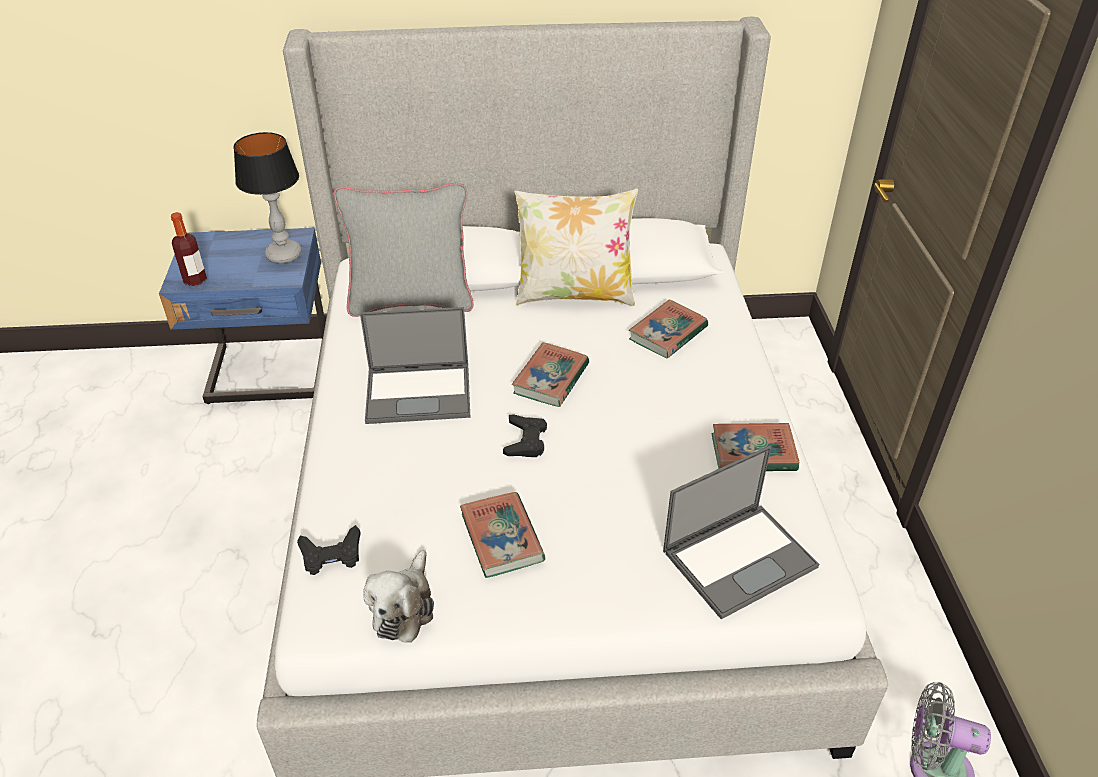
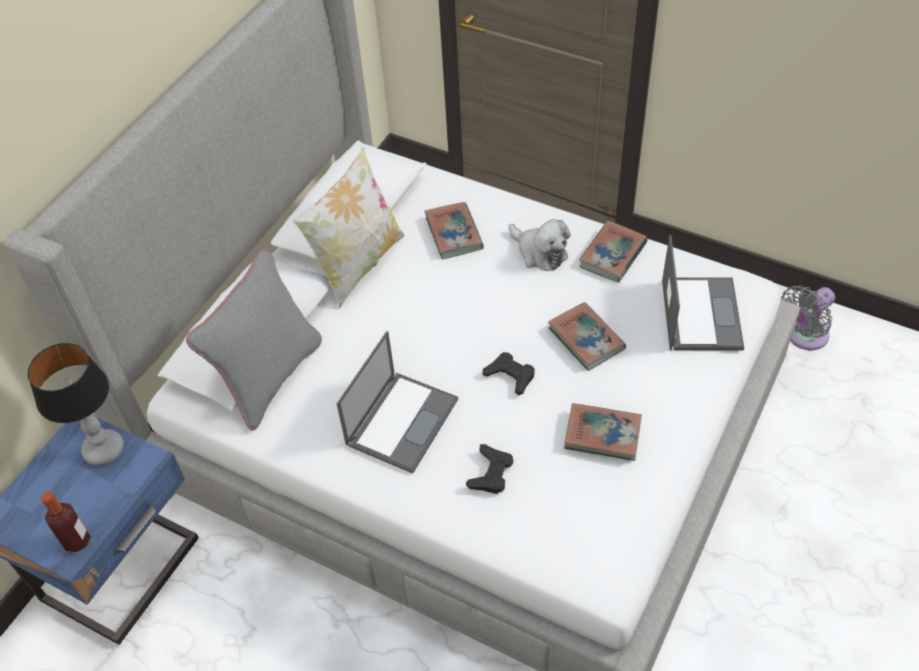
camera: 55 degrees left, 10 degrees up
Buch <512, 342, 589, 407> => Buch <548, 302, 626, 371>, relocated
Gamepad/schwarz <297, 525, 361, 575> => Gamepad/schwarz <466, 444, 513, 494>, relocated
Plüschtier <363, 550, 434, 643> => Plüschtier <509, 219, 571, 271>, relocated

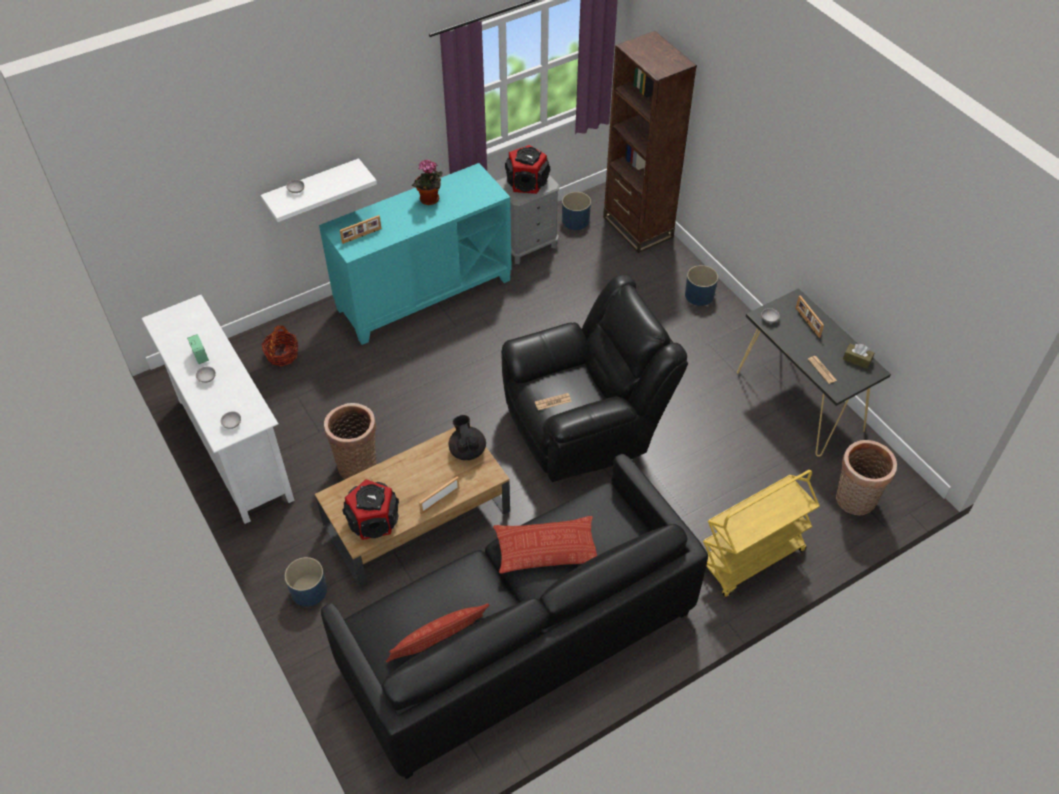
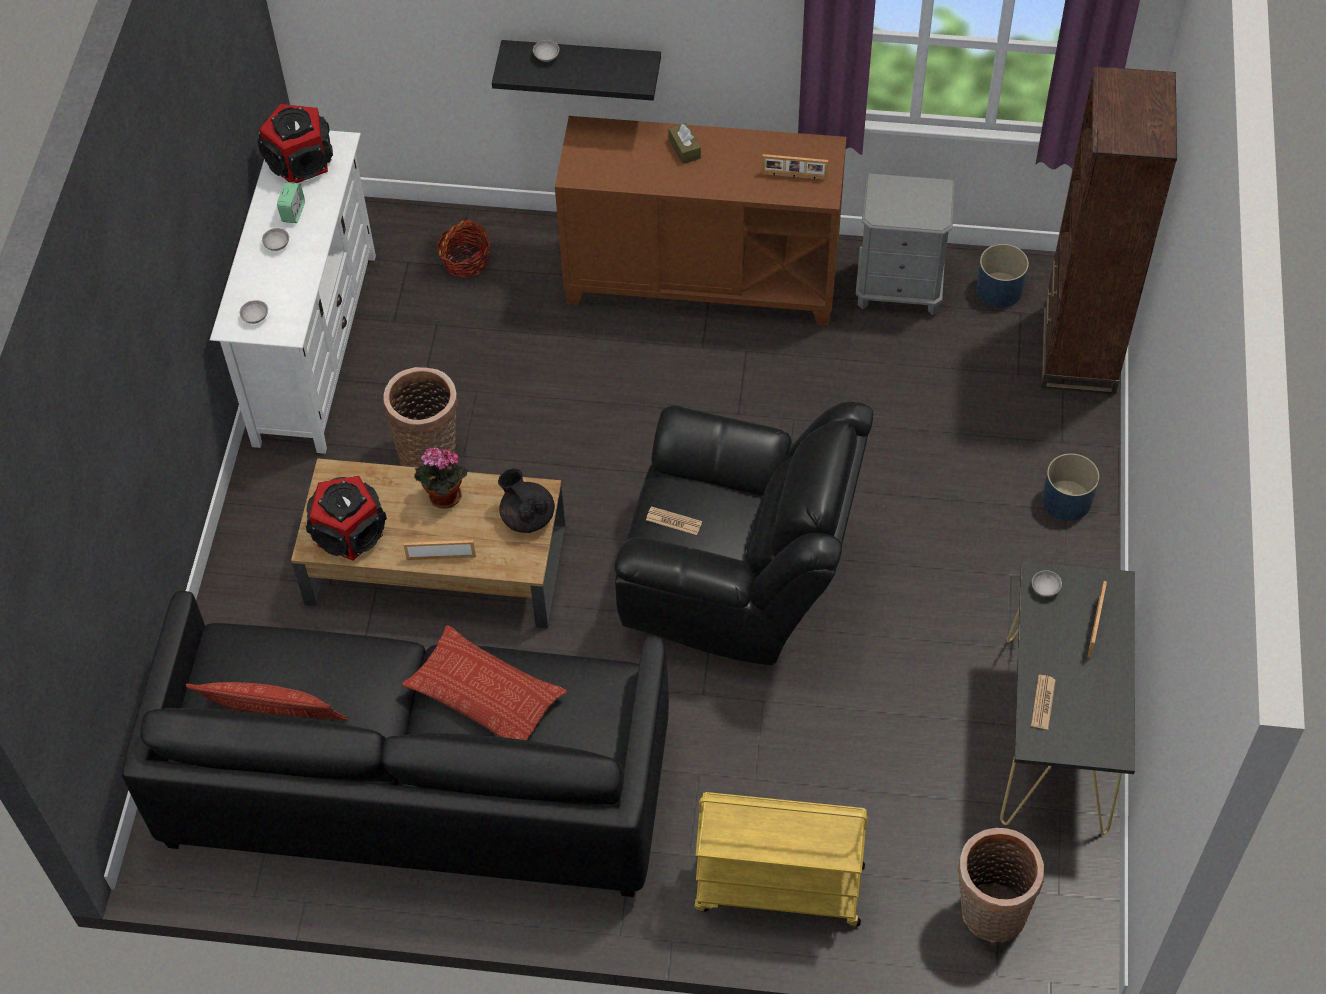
camera: 40 degrees right, 5 degrees up
Lautsprecher <505, 145, 550, 194> => Lautsprecher <258, 104, 333, 183>, relocated
Wandregal/weiß <261, 158, 377, 222> => Wandregal/schwarz <492, 40, 661, 101>
Topfpflanze <412, 159, 443, 205> => Topfpflanze <414, 448, 468, 509>, relocated
Schrank/türkis <319, 163, 512, 345> => Schrank/braun <555, 116, 847, 326>
Bilderrahmen <340, 215, 382, 244> => Bilderrahmen <762, 154, 828, 180>, relocated
Taschentuchbox/braun <843, 344, 874, 369> => Taschentuchbox/braun <669, 123, 701, 164>, relocated
Teekanne/schwarz <448, 415, 486, 460> => Teekanne/schwarz <498, 468, 555, 533>, 60 degrees counterclockwise
Pflanzkübel/blau <285, 557, 327, 607> => nothing

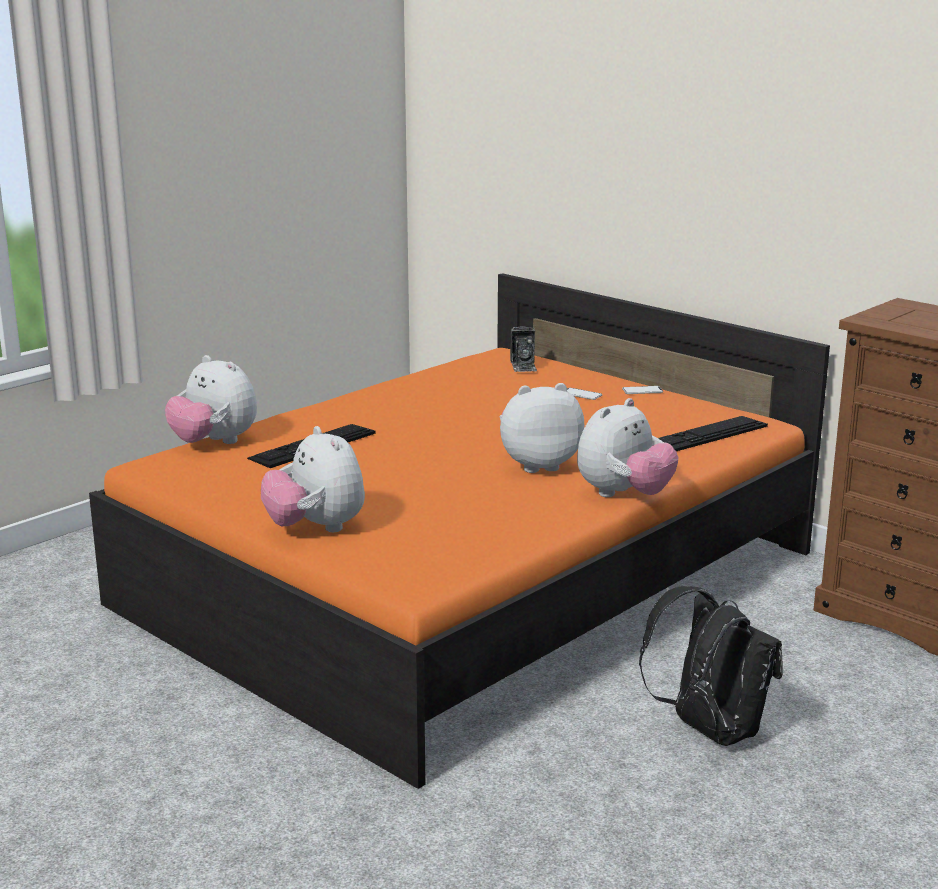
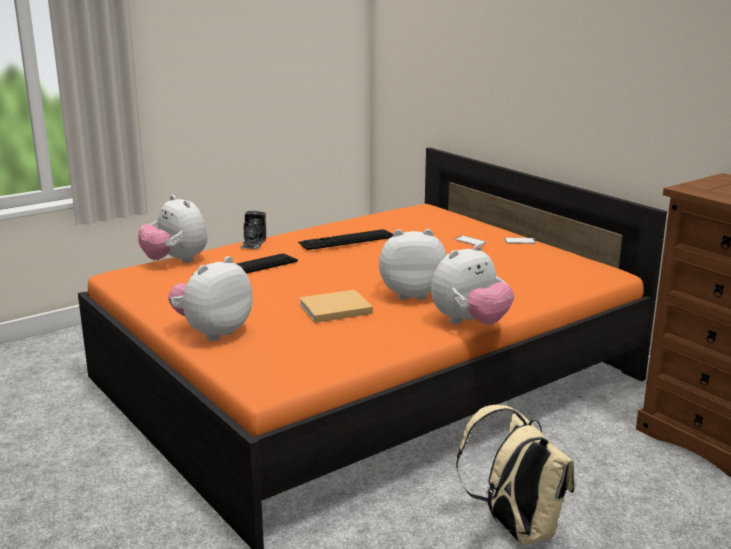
camera: 10 degrees right, 0 degrees up
Kamera <510, 326, 537, 372> => Kamera <240, 211, 266, 249>, relocated
Tastatur <658, 416, 768, 451> => Tastatur <298, 229, 393, 250>, relocated
Plüschtier <261, 426, 365, 532> => Plüschtier <168, 256, 253, 341>, 60 degrees clockwise
Rucksack/schwarz <639, 586, 782, 746> => Rucksack/beige <456, 405, 575, 545>
nothing => Buch/beige <299, 289, 373, 323>

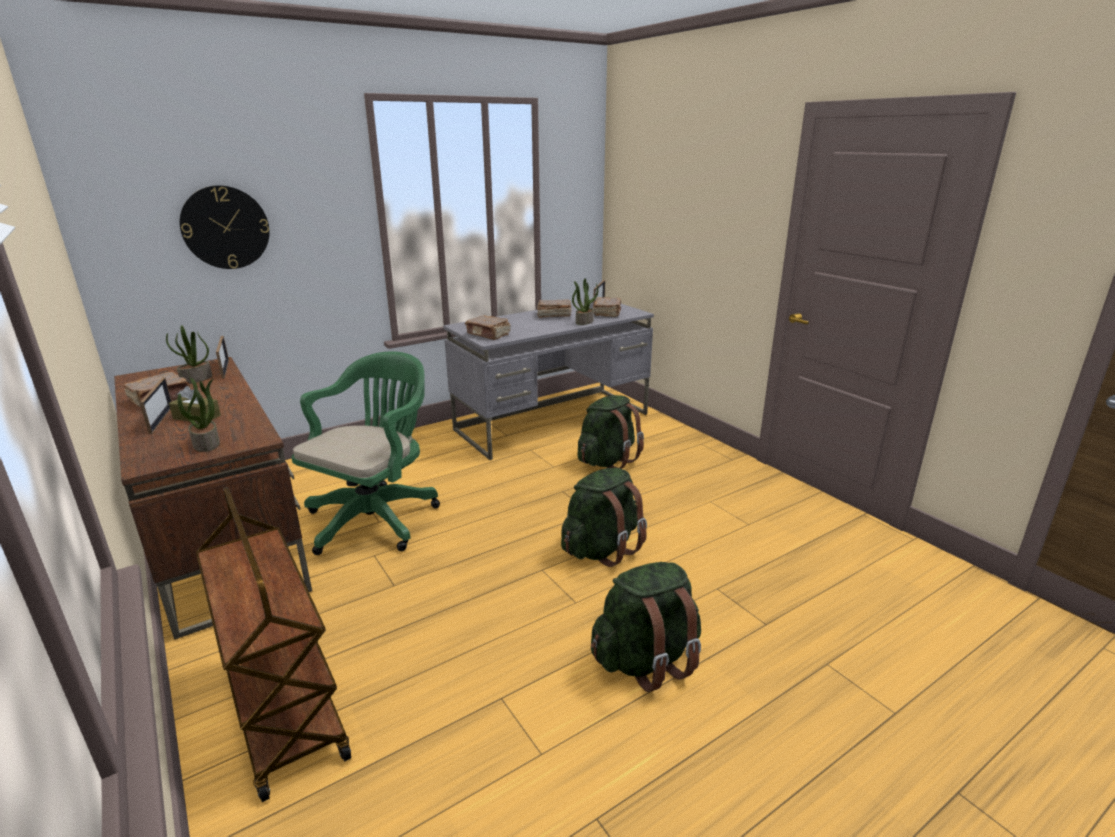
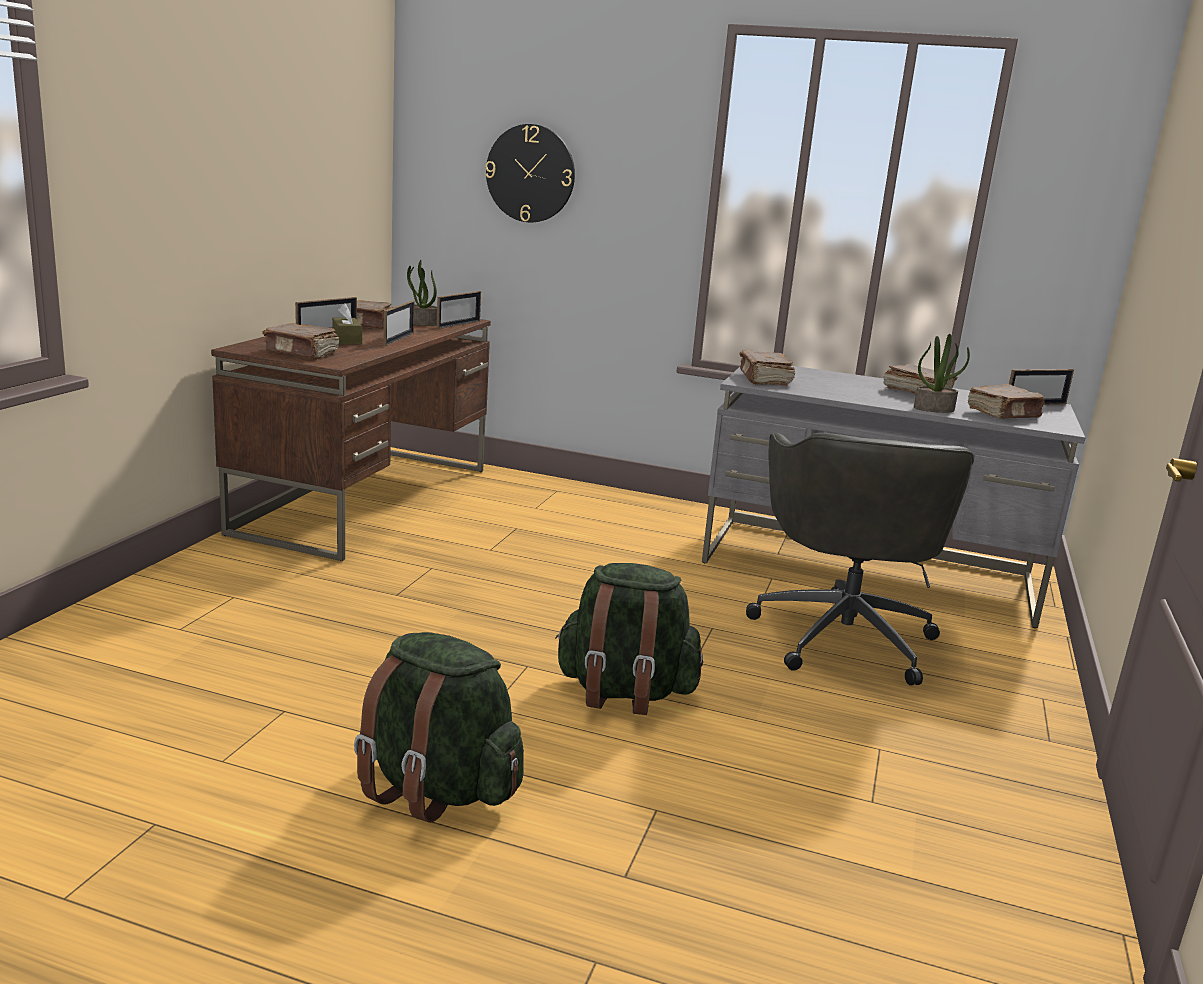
camera: 50 degrees right, 5 degrees down
Bürostuhl/grün <291, 351, 440, 555> => nothing
Topfpflanze <177, 378, 220, 452> => Buch/braun <262, 323, 339, 360>
Rucksack/grün <578, 395, 644, 469> => Bürostuhl/grau <746, 433, 974, 685>
Rollwagen/braun <196, 487, 351, 802> => nothing
nothing => Bilderrahmen <383, 301, 415, 346>

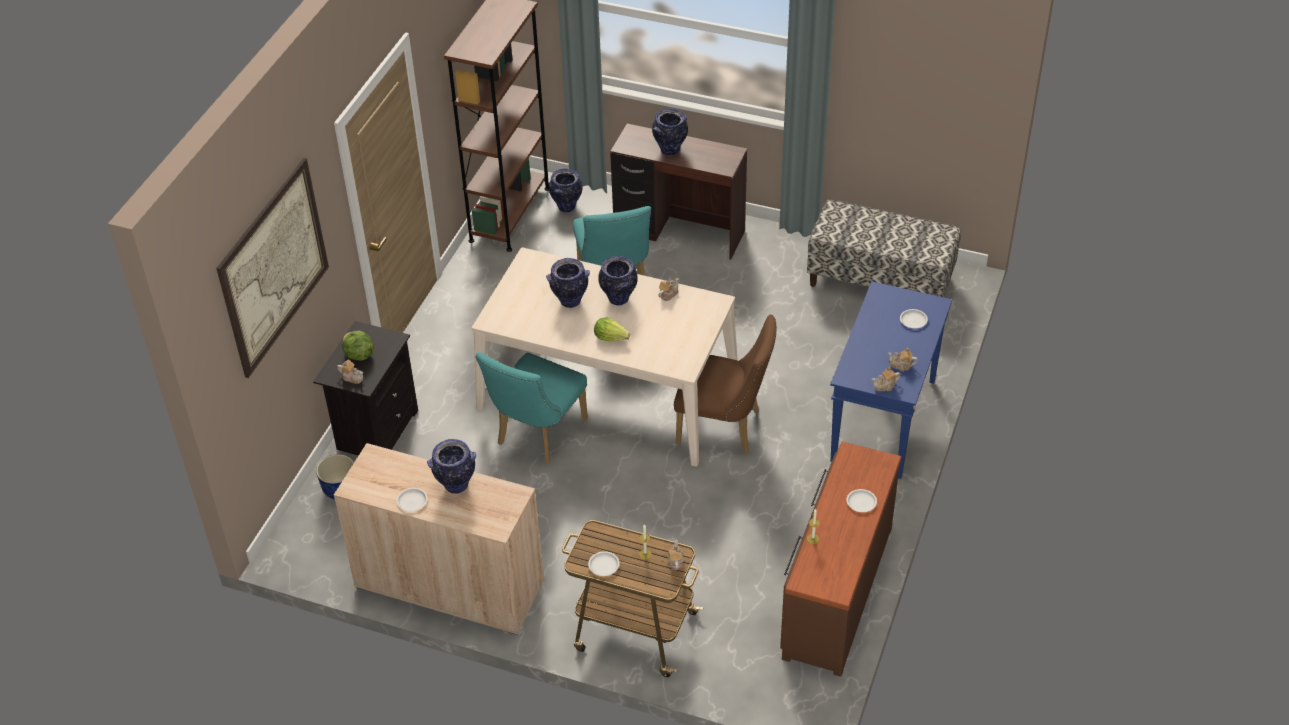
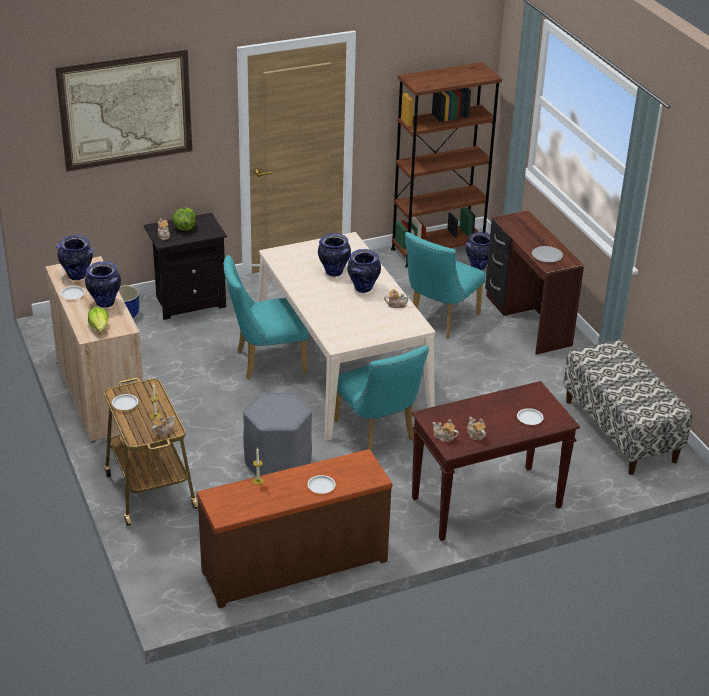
camera: 45 degrees right, 10 degrees down
Vase <652, 108, 688, 156> => Vase <56, 235, 94, 280>, relocated
Konsolentisch/blau <830, 281, 952, 479> => Konsolentisch/braun <412, 381, 580, 541>
Stuhl/braun <674, 314, 777, 453> => Stuhl/türkis <334, 345, 429, 452>
Salatkopf <594, 317, 630, 341> => Salatkopf <88, 307, 109, 332>, relocated
nothing => Teller <532, 246, 563, 263>
nothing => Hocker/grau <243, 392, 312, 477>

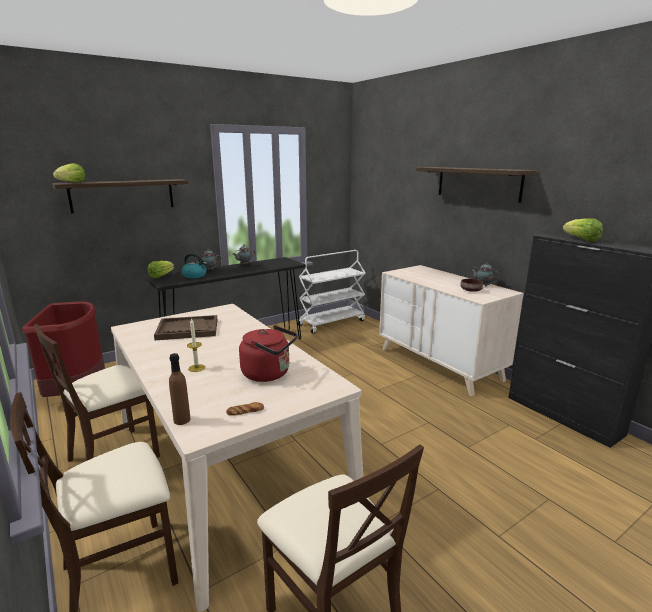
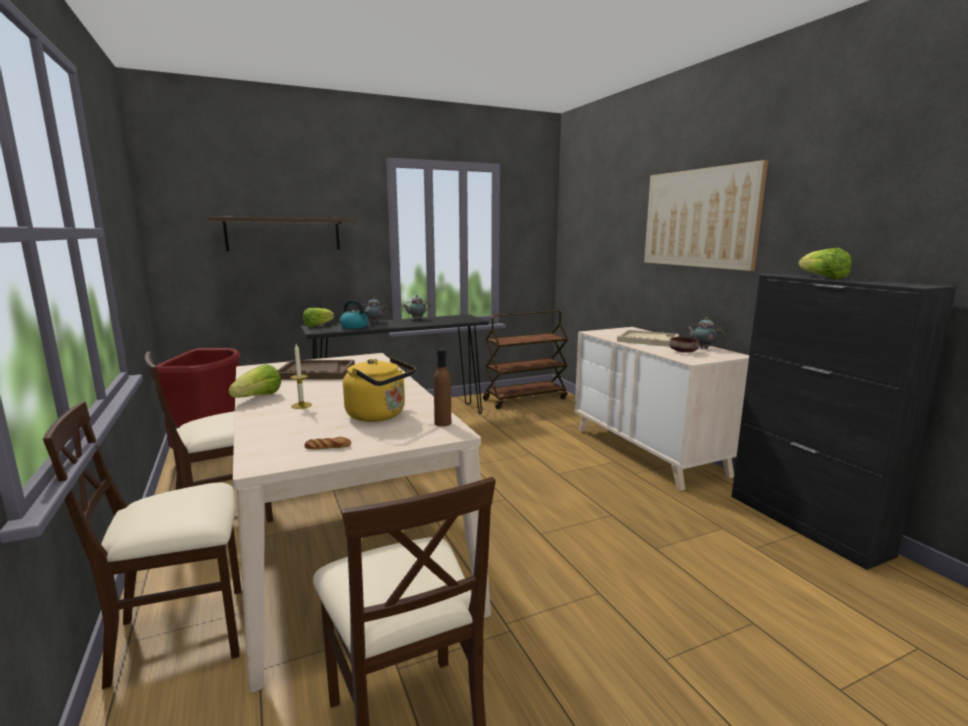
camera: 10 degrees right, 5 degrees down
Salatkopf <53, 163, 85, 183> => Salatkopf <228, 364, 281, 398>, relocated
Wandregal <416, 167, 537, 203> => Bild <644, 160, 768, 271>
Rollwagen/weiß <298, 250, 366, 334> => Rollwagen/braun <483, 310, 569, 409>
Wasserkessel/rot <239, 325, 298, 382> => Wasserkessel/gelb <343, 357, 416, 422>
Flasche/braun <169, 353, 190, 425> => Flasche/braun <434, 349, 451, 426>, relocated
nothing => Tablett/beige <617, 330, 679, 347>

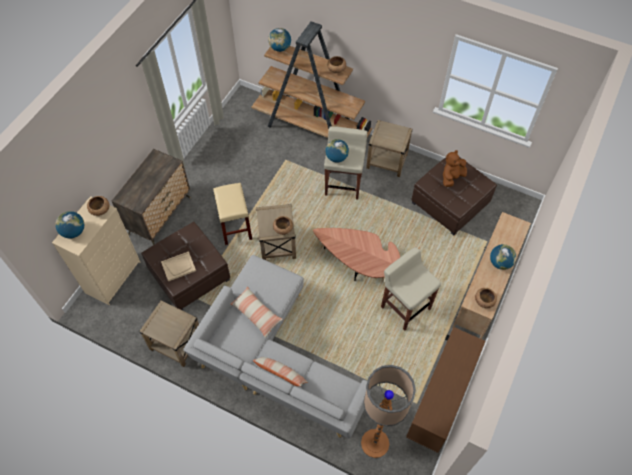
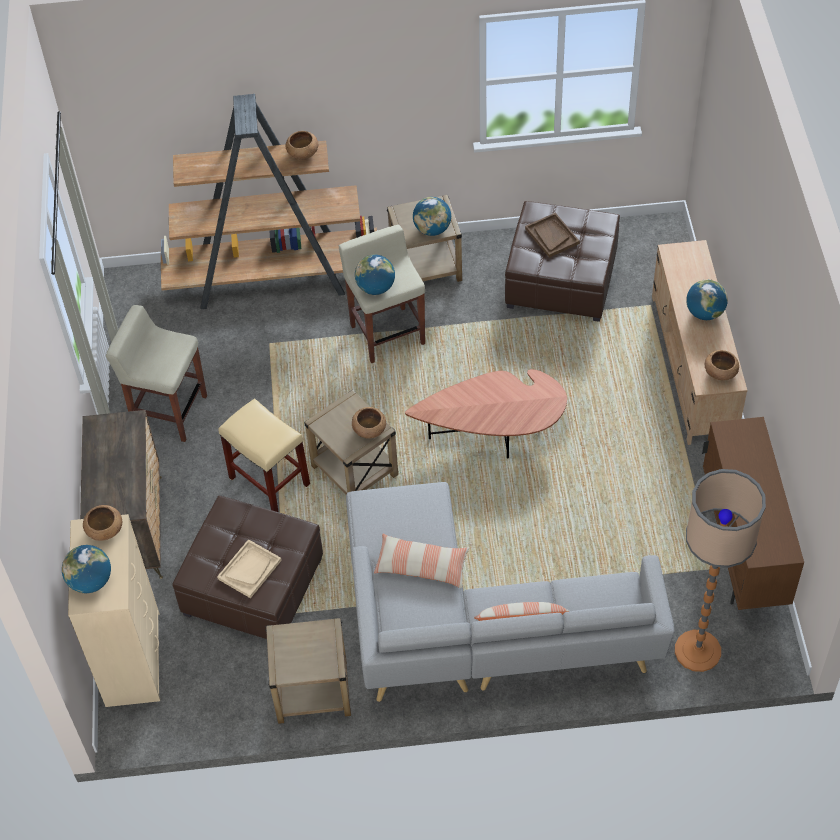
camera: 30 degrees left, 5 degrees down
Globus <268, 28, 291, 52> => Globus <413, 197, 451, 236>, relocated
Plüschtier/braun <443, 150, 467, 187> => Tablett/braun <525, 213, 580, 258>
Hocker/beige <381, 247, 441, 331> => Hocker/beige <106, 305, 207, 442>, relocated

